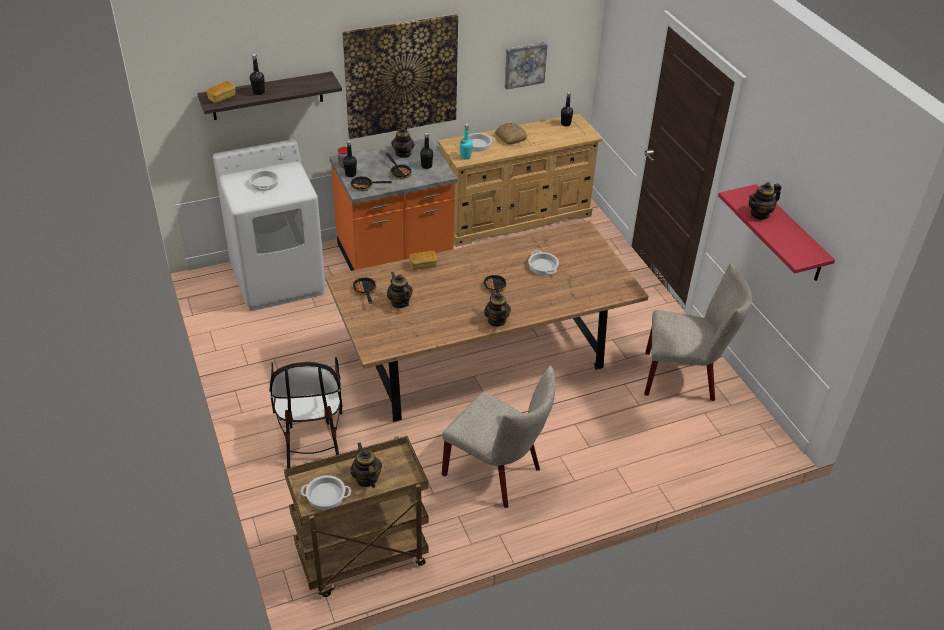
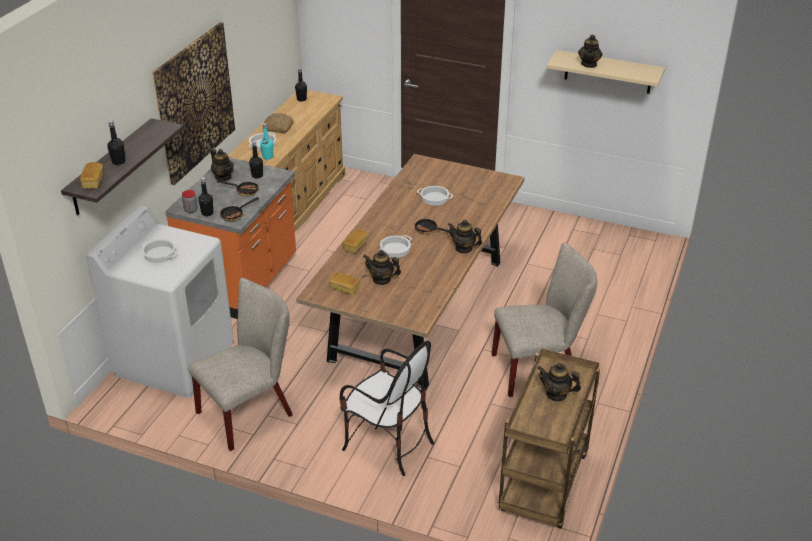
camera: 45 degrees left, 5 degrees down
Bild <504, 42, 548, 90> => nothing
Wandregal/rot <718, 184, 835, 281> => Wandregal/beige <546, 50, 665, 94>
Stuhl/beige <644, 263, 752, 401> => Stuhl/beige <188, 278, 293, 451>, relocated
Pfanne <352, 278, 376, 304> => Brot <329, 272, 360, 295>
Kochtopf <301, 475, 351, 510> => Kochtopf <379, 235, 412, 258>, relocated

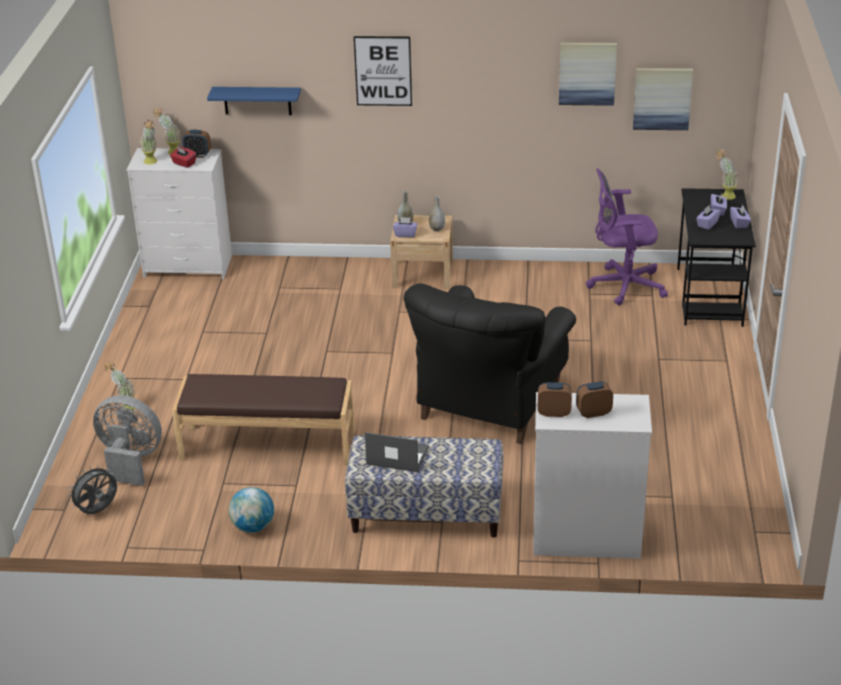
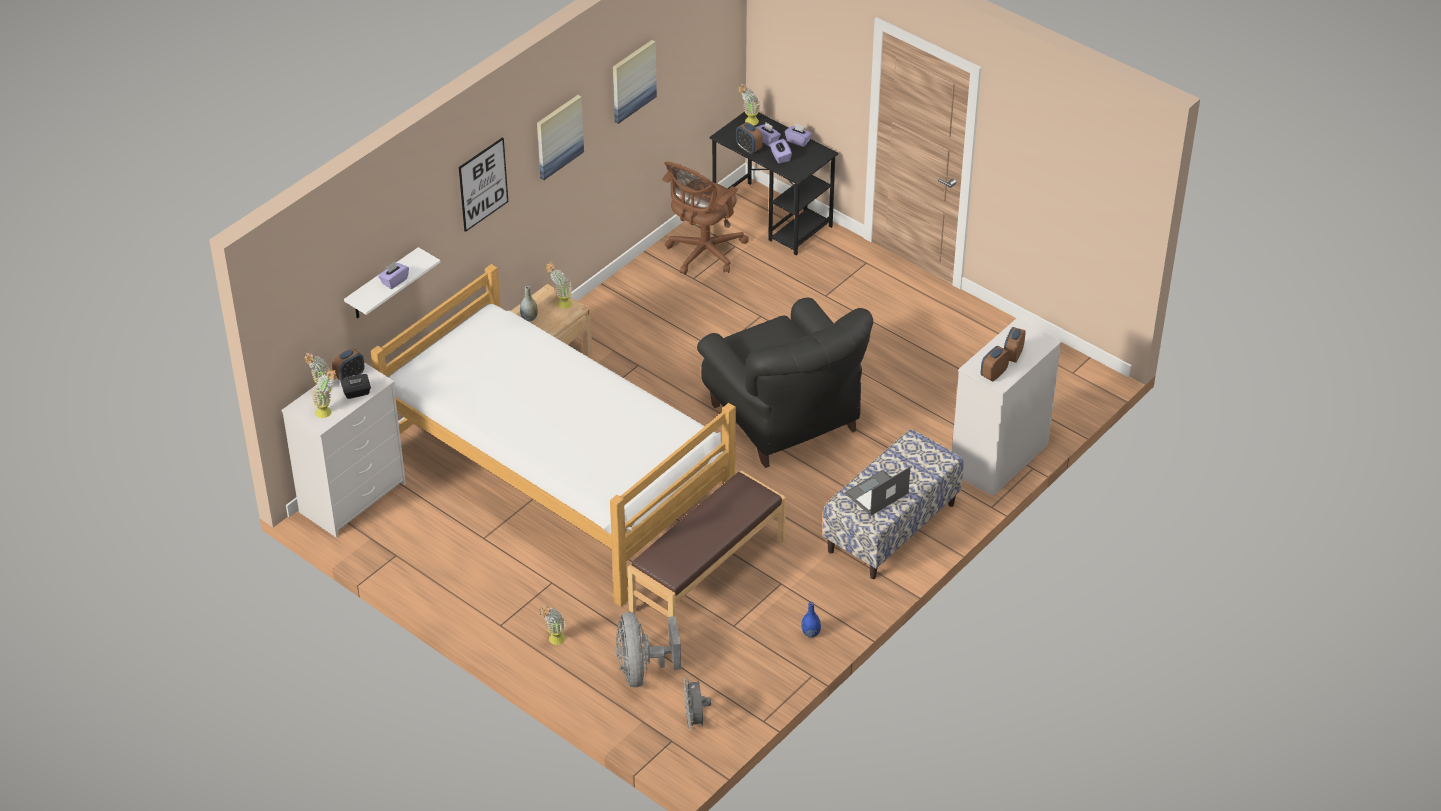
camera: 55 degrees left, 10 degrees up
Bild <633, 68, 693, 130> => Bild <537, 95, 584, 180>, relocated
Wandregal/blau <207, 87, 301, 115> => Wandregal/weiß <344, 247, 440, 319>
Taschentuchbox/rot <170, 147, 196, 168> => Taschentuchbox/schwarz <340, 374, 371, 399>
Bürostuhl/lila <586, 168, 668, 305> => Bürostuhl/braun <662, 162, 749, 275>
Vase/grau <429, 196, 445, 231> => Topfpflanze <545, 262, 572, 309>
Taschentuchbox/lila <393, 217, 417, 237> => Taschentuchbox/lila <378, 262, 409, 289>, relocated
Ventilator/grau <93, 395, 162, 486> => Ventilator/grau <616, 612, 681, 687>, 60 degrees counterclockwise
Globus <229, 487, 274, 533> => Vase/blau <802, 602, 821, 638>
nothing => Wecker <736, 122, 763, 154>
nothing => Bett <371, 264, 736, 607>

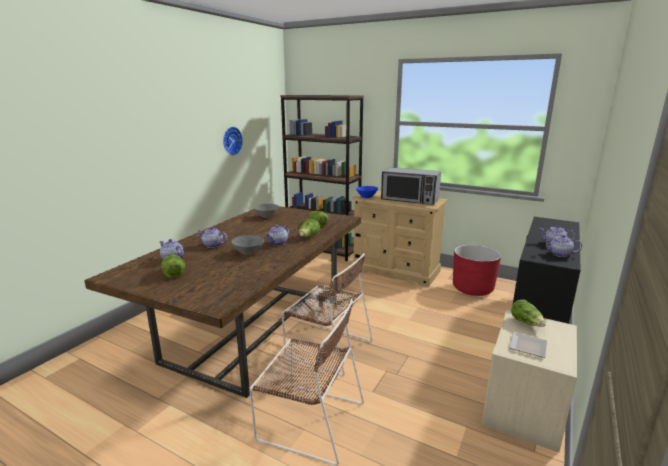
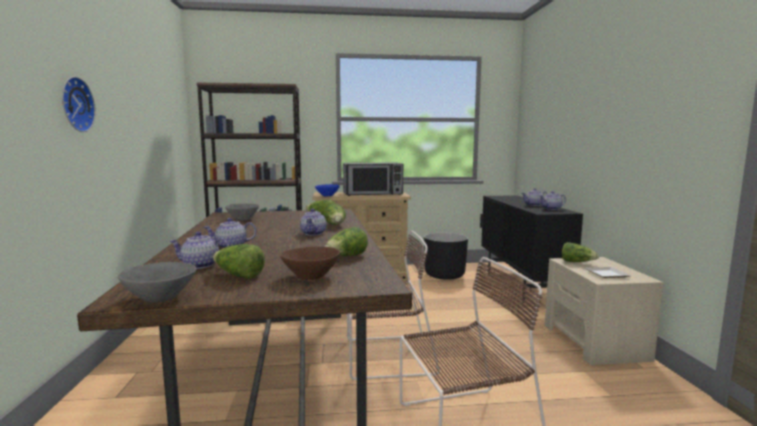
camera: 35 degrees left, 10 degrees down
Wanduhr <223, 127, 243, 155> => Wanduhr <62, 77, 96, 132>, relocated
Schüssel/grau <231, 235, 264, 255> => Schüssel/grau <118, 262, 197, 303>, relocated
Pflanzkübel/rot <453, 245, 501, 296> => Pflanzkübel/schwarz <424, 232, 468, 280>
nothing => Salatkopf <324, 227, 368, 256>
nothing => Schüssel/braun <280, 246, 340, 280>

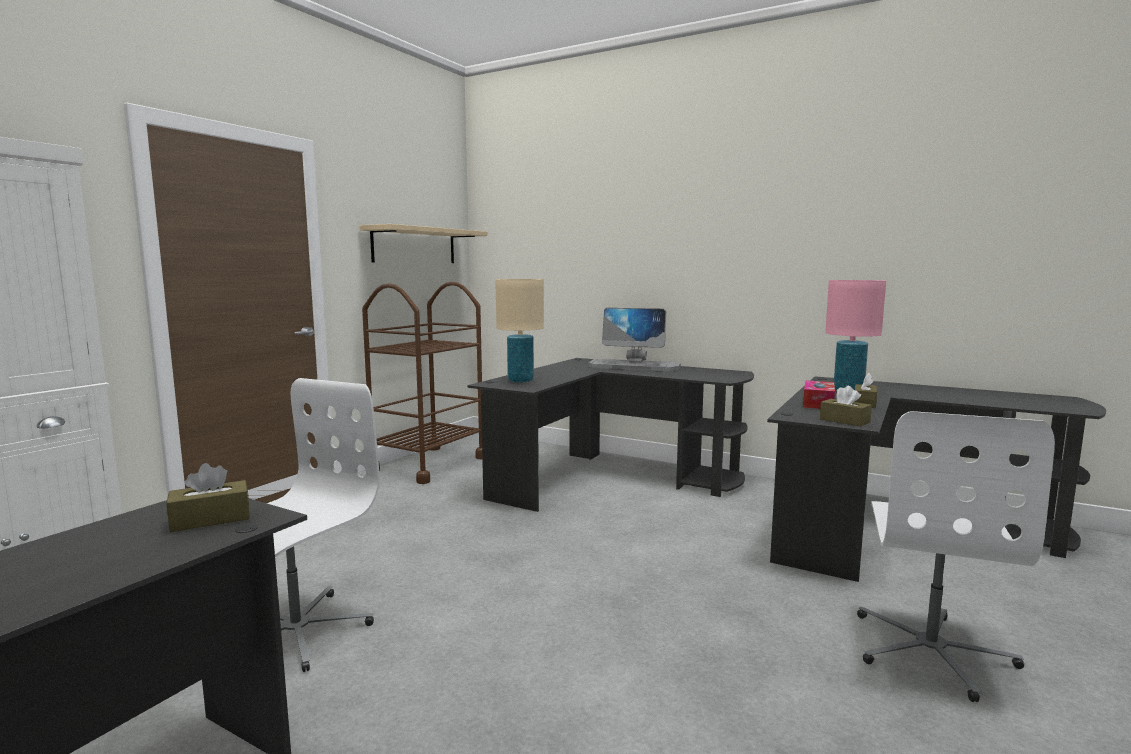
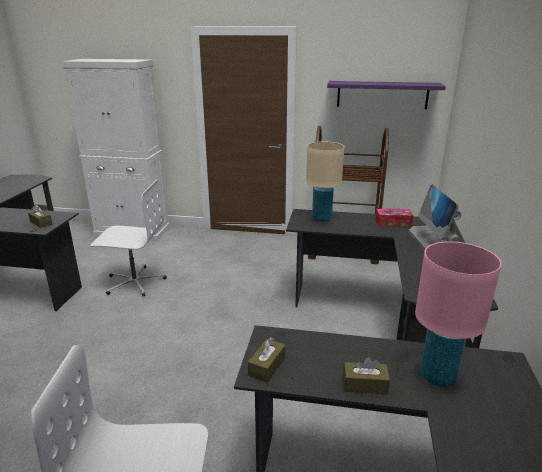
camera: 70 degrees right, 15 degrees up
Wandregal/beige <360, 224, 488, 263> => Wandregal/lila <327, 81, 446, 109>
Taschentuchbox <803, 380, 835, 409> => Taschentuchbox <375, 209, 413, 226>, relocated

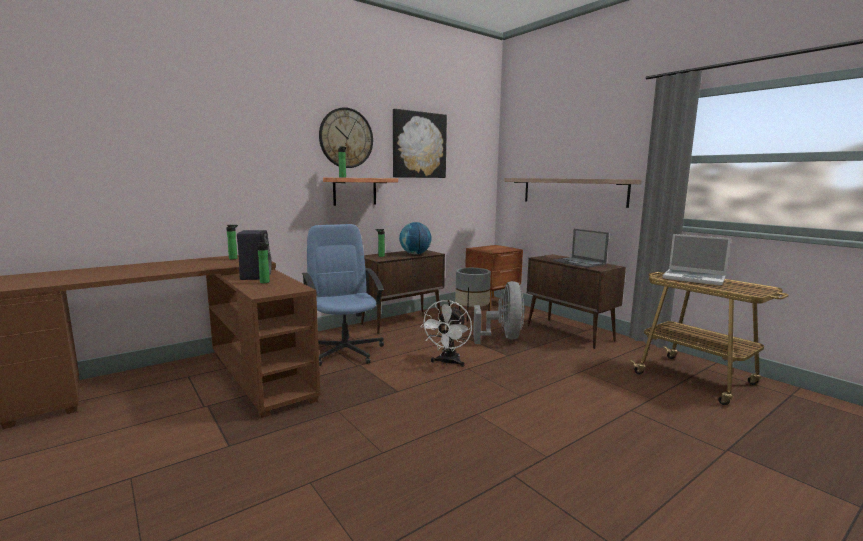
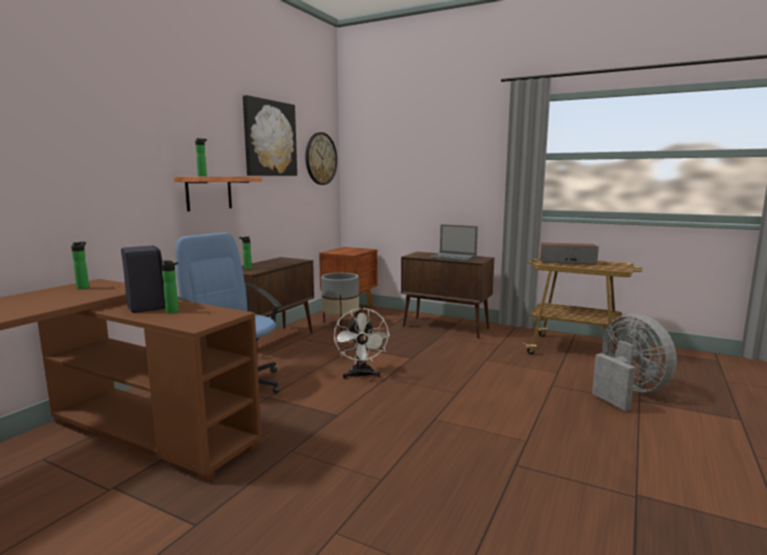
camera: 25 degrees left, 0 degrees up
Wanduhr <319, 107, 373, 168> => Wanduhr <305, 132, 337, 185>, relocated
Wandregal <504, 178, 642, 208> => nothing
Globus <399, 222, 432, 254> => nothing
Laptop <662, 234, 731, 286> => Lautsprecher <540, 243, 599, 264>
Ventilator/grau <473, 281, 525, 344> => Ventilator/grau <592, 314, 677, 411>, relocated

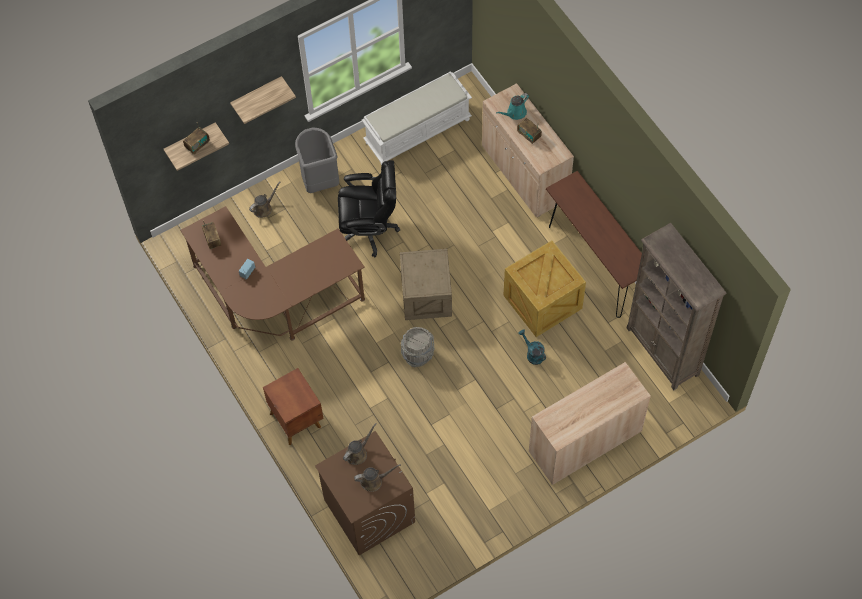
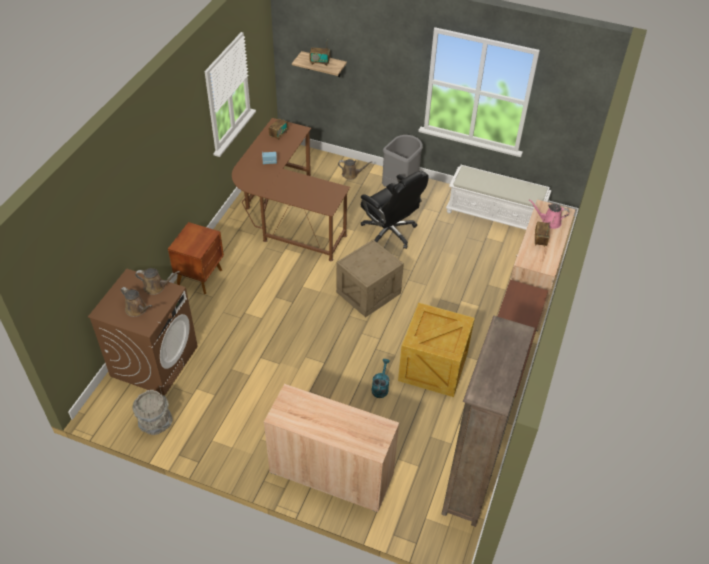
camera: 50 degrees right, 15 degrees down
Wandregal <230, 76, 296, 124> => nothing
Gießkanne/türkis <496, 93, 529, 120> => Gießkanne/rosa <529, 199, 570, 229>
Eimer/grau <401, 327, 435, 367> => Eimer/grau <132, 390, 173, 435>, relocated

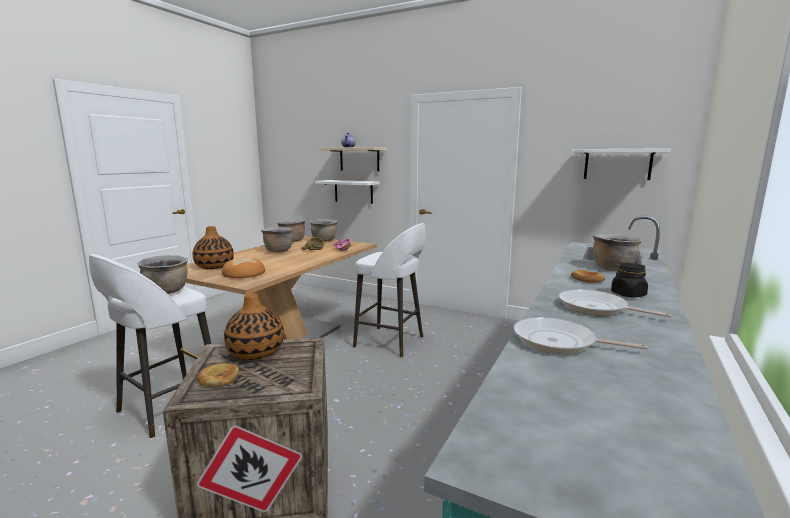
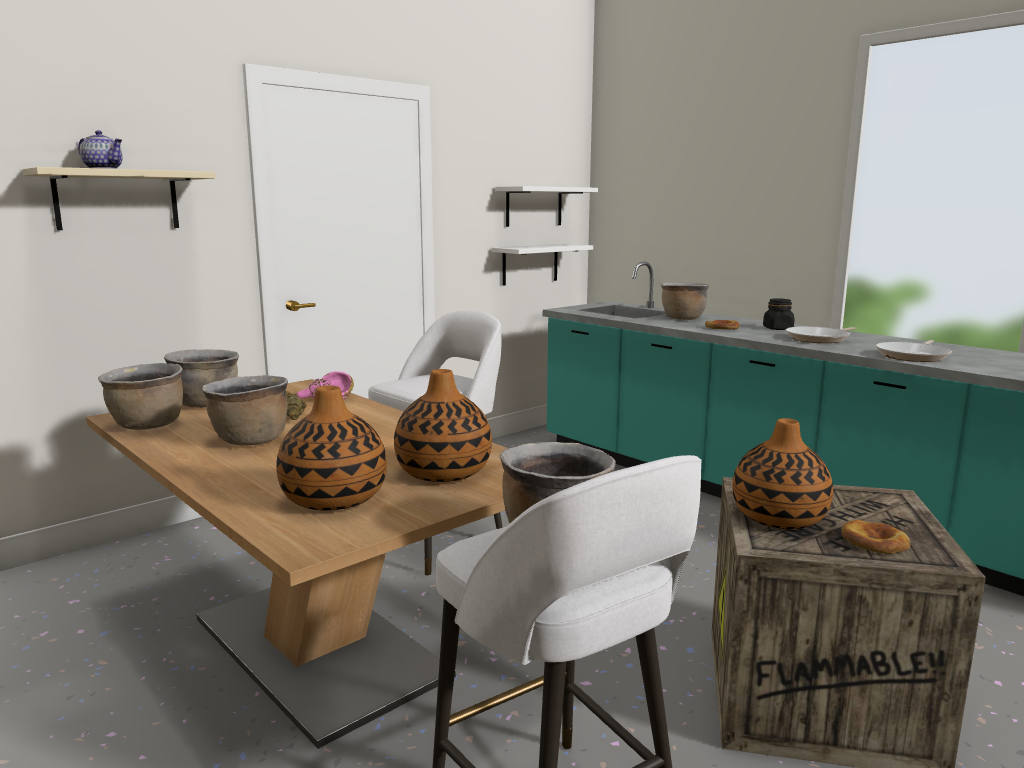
camera: 70 degrees left, 0 degrees up
Wandregal/weiß <315, 180, 380, 204> => Wandregal/weiß <492, 244, 593, 286>, relocated
Brot <222, 257, 265, 278> => Vase <394, 369, 492, 482>

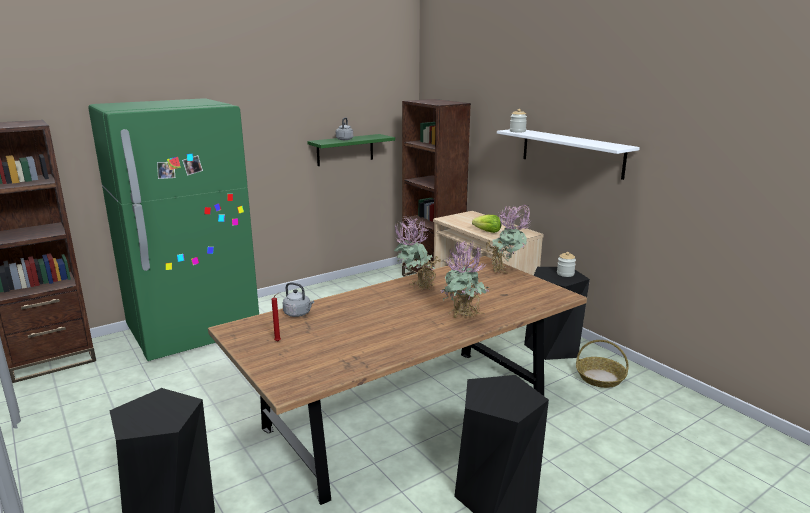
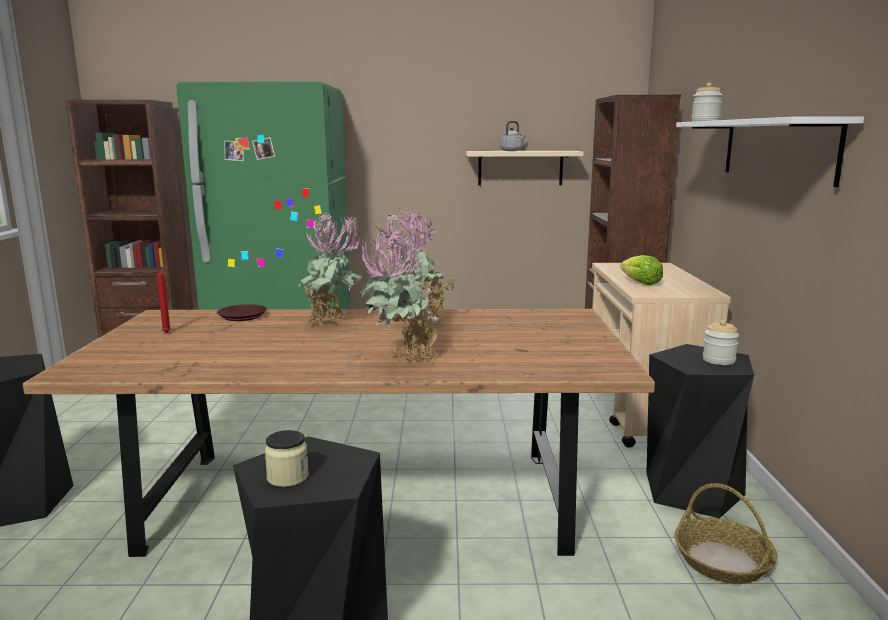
camera: 35 degrees right, 5 degrees down
Wandregal/grün <307, 134, 395, 166> => Wandregal/beige <466, 151, 584, 185>
Topfpflanze <486, 205, 533, 273> => Topfpflanze <298, 212, 363, 327>, relocated
Wasserkessel/grau <283, 282, 314, 317> => Teller/braun <217, 304, 267, 321>
nothing => Vorratsglas <265, 430, 309, 487>

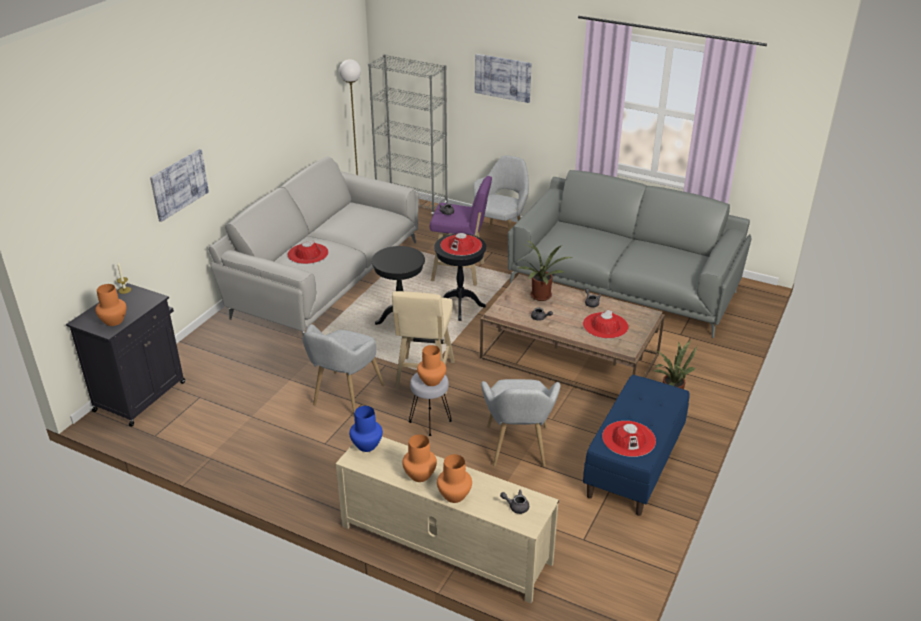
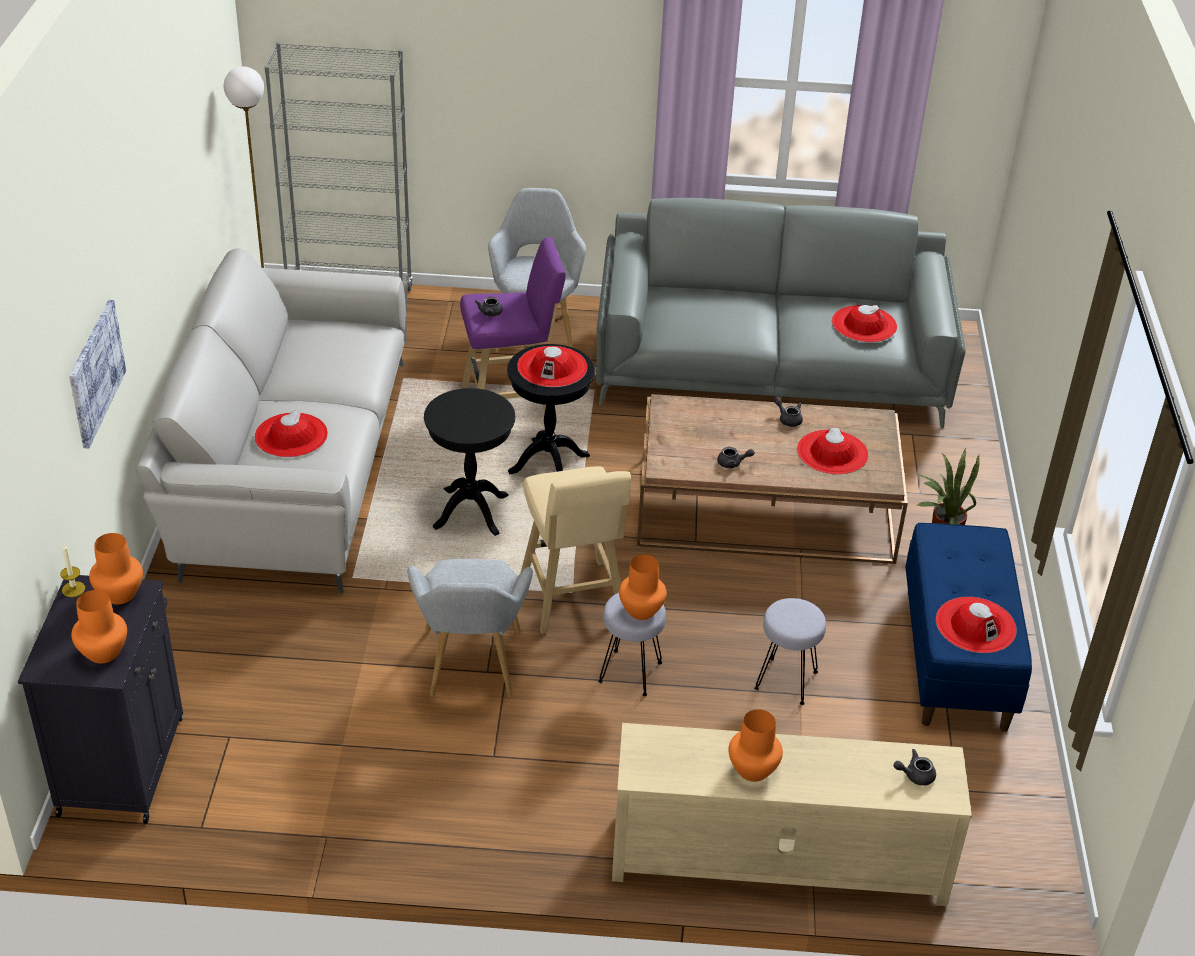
camera: 25 degrees left, 5 degrees up
Bild <475, 54, 532, 103> => nothing
Topfpflanze <518, 240, 573, 301> => nothing
Sessel/grau <481, 379, 560, 467> => Hocker/grau <754, 598, 826, 705>
Vase/blau <349, 406, 383, 452> => nothing
Vase/orange <437, 454, 472, 503> => Vase/orange <89, 533, 143, 604>, relocated
nothing => Hut/rot <832, 305, 897, 342>

